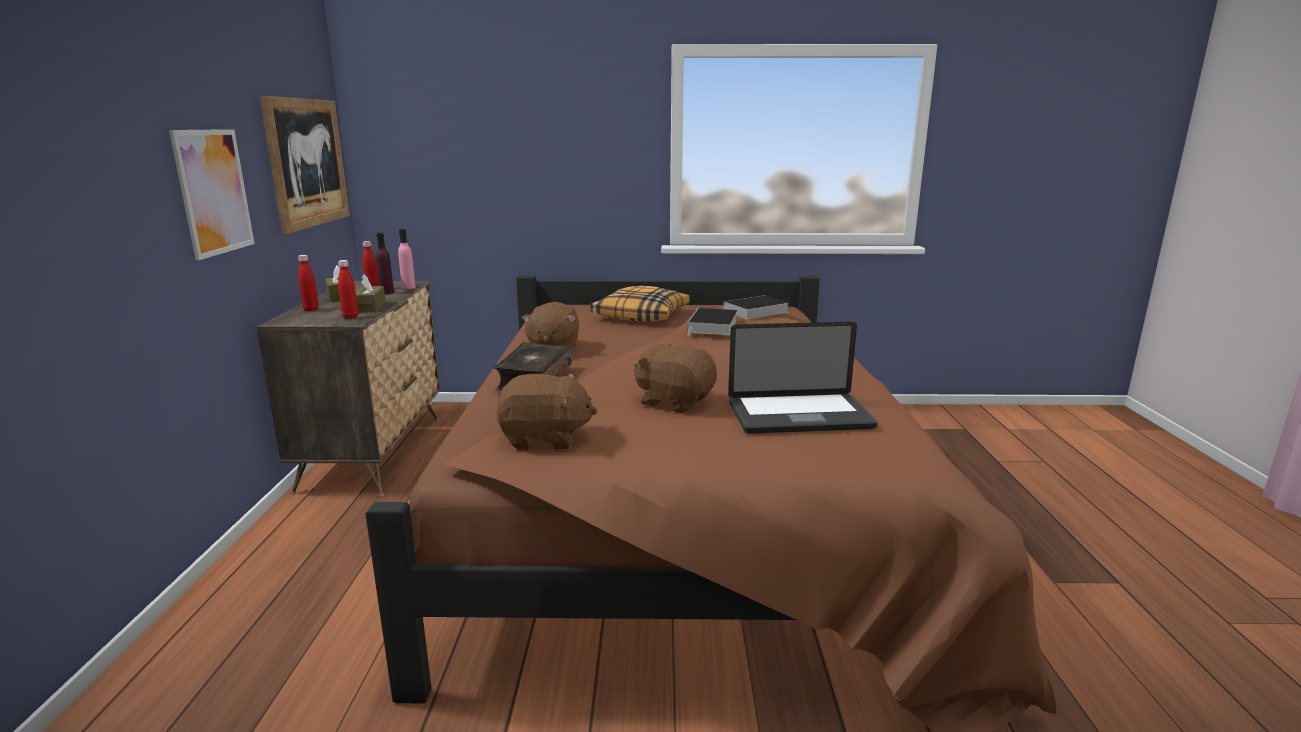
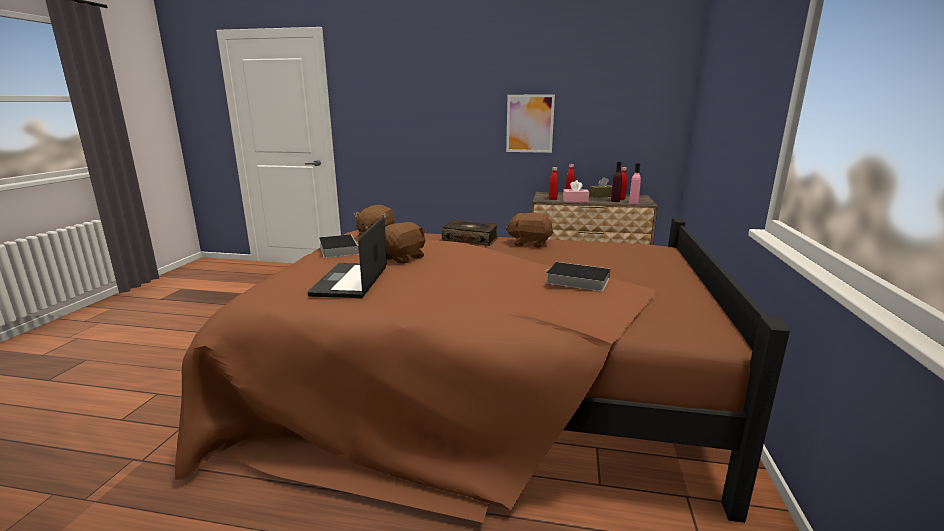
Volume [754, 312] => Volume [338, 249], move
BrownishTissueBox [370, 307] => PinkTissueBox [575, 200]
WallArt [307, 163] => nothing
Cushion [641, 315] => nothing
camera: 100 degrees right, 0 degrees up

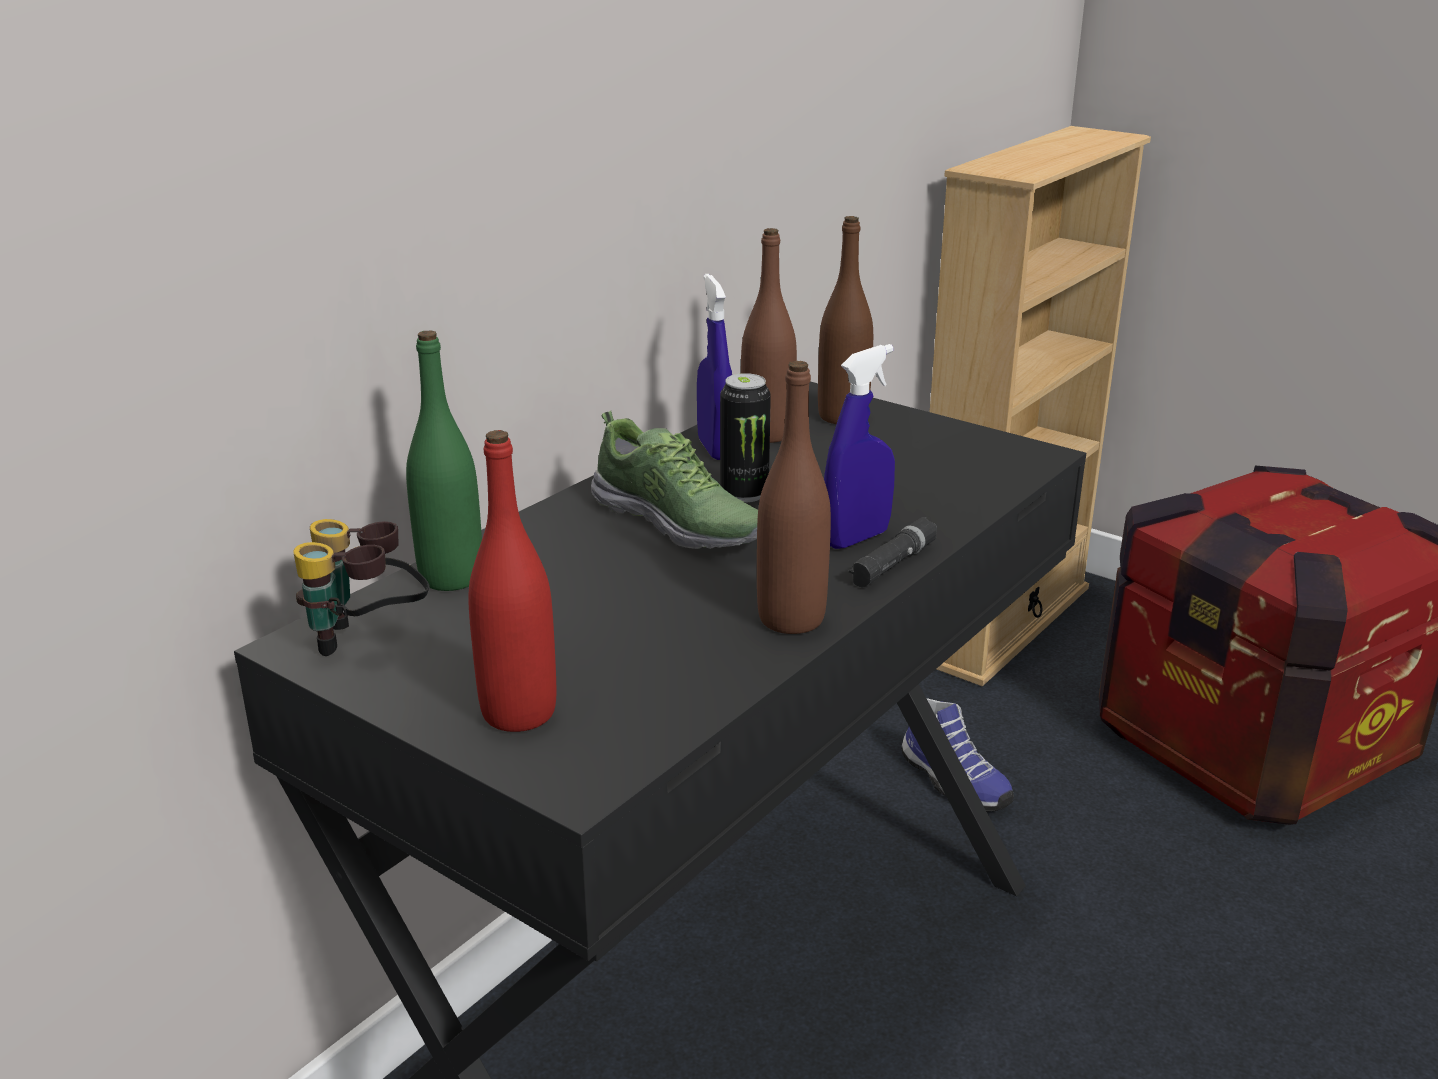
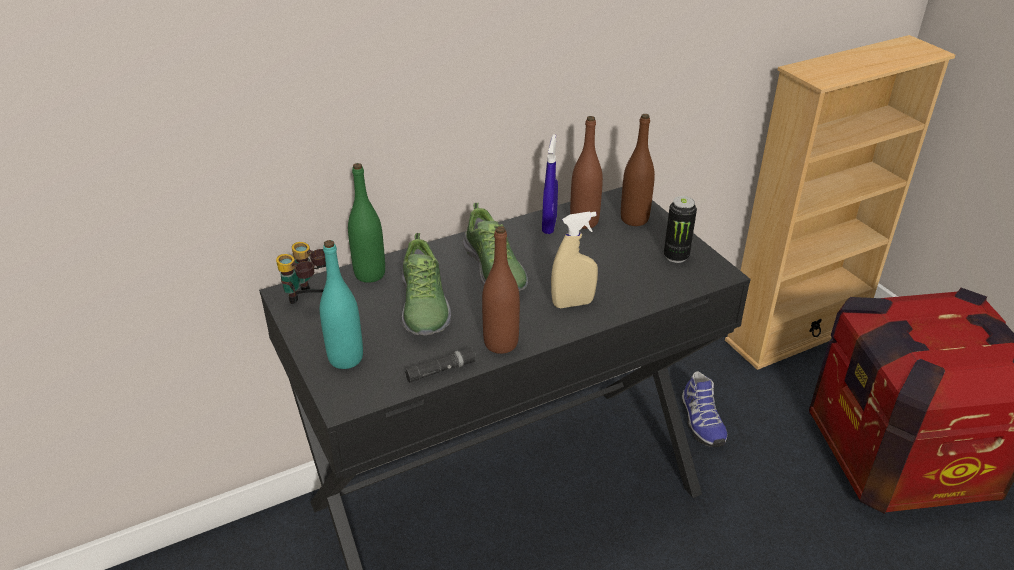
RedBeverageBottle [519, 713] => TurquoiseBeverageBottle [346, 358]
nothing => Shoe [423, 306]
BlackishTorch [893, 563] => BlackishTorch [441, 370], move
BlueHandSprayer [856, 538] => BeigeHandSprayer [573, 303]
Can [744, 494] => Can [676, 256], move
camera: 25 degrees right, 10 degrees up

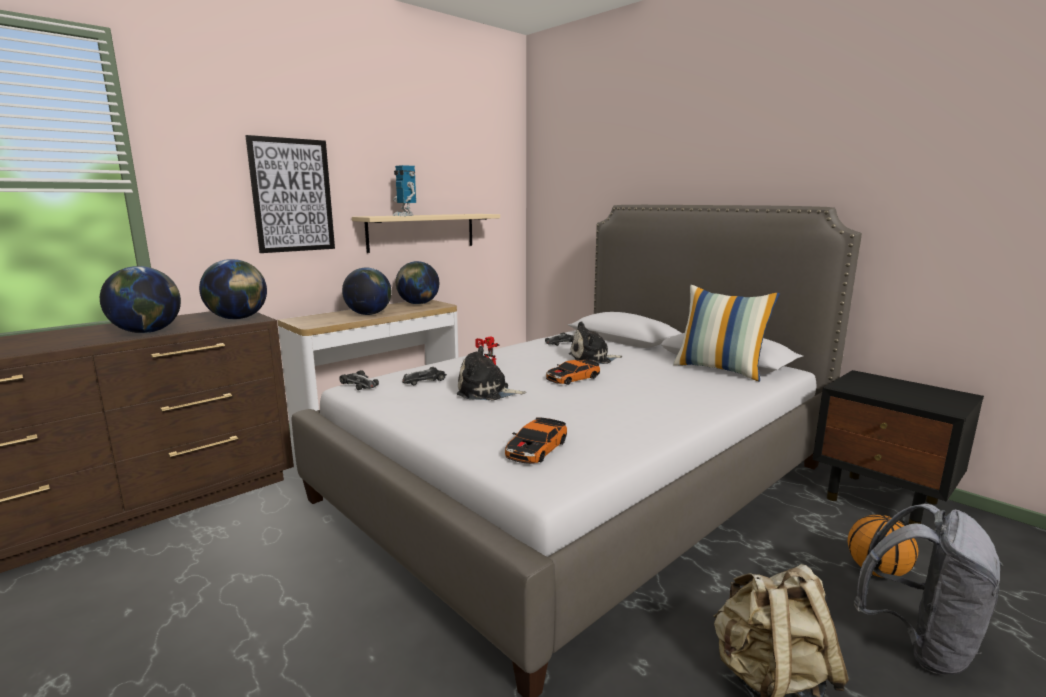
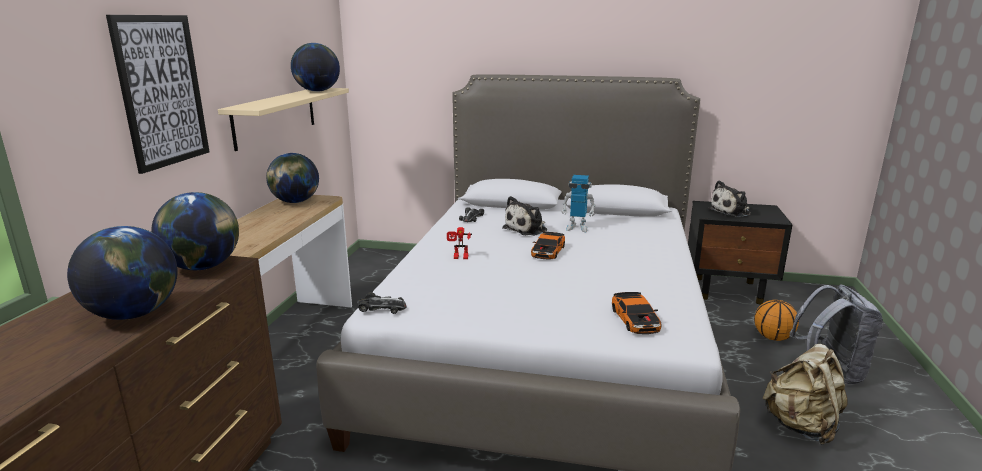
DeskGlobe [368, 314] => DeskGlobe [317, 91], move
ToyRobot [405, 215] => ToyRobot [577, 228], move
SoftToy [487, 392] => SoftToy [731, 211], move
MiniatureCar [424, 380] => nothing
Cushion [720, 370] => nothing
camera: 35 degrees left, 5 degrees up

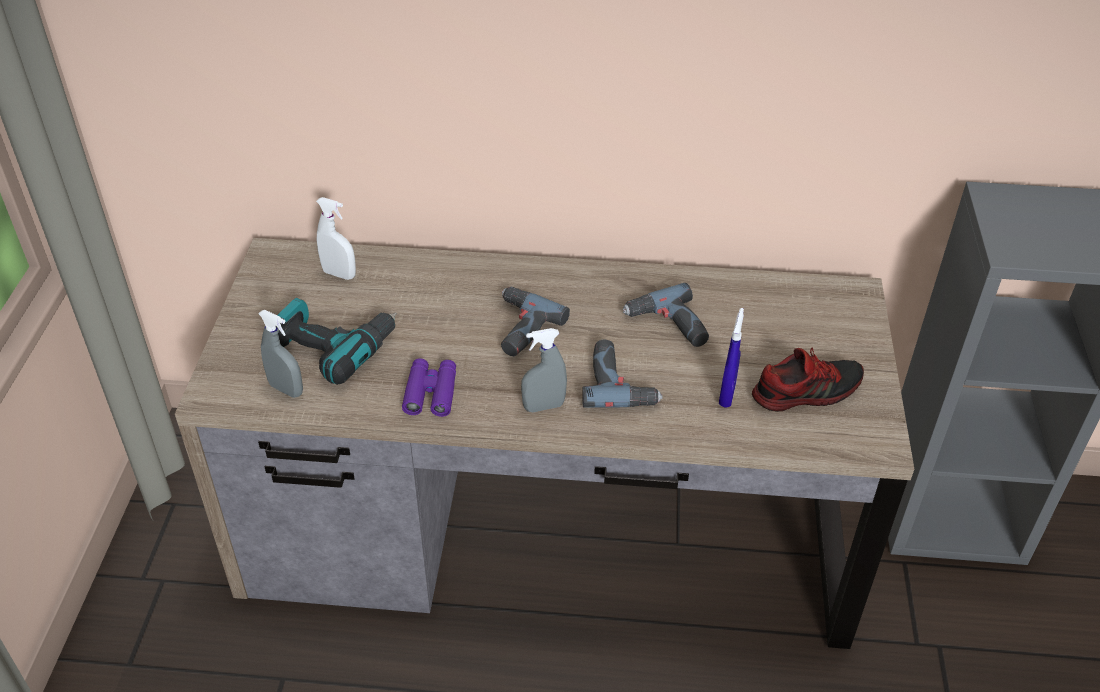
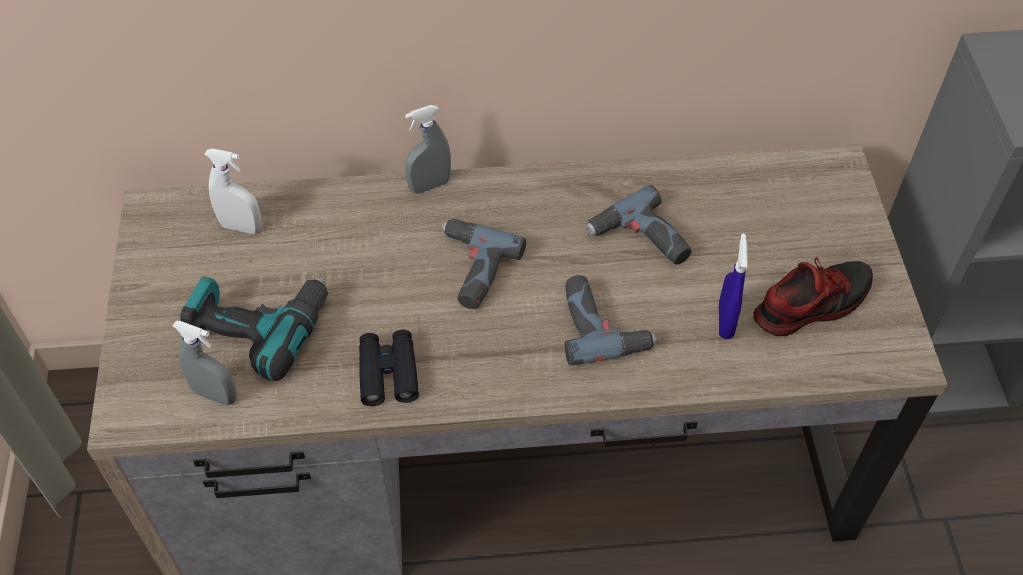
PurpleBinoculars [431, 393] => BlackishBinoculars [388, 372]
GreyHandSprayer [543, 406] => GreyHandSprayer [429, 185], move
camera: 10 degrees left, 10 degrees up

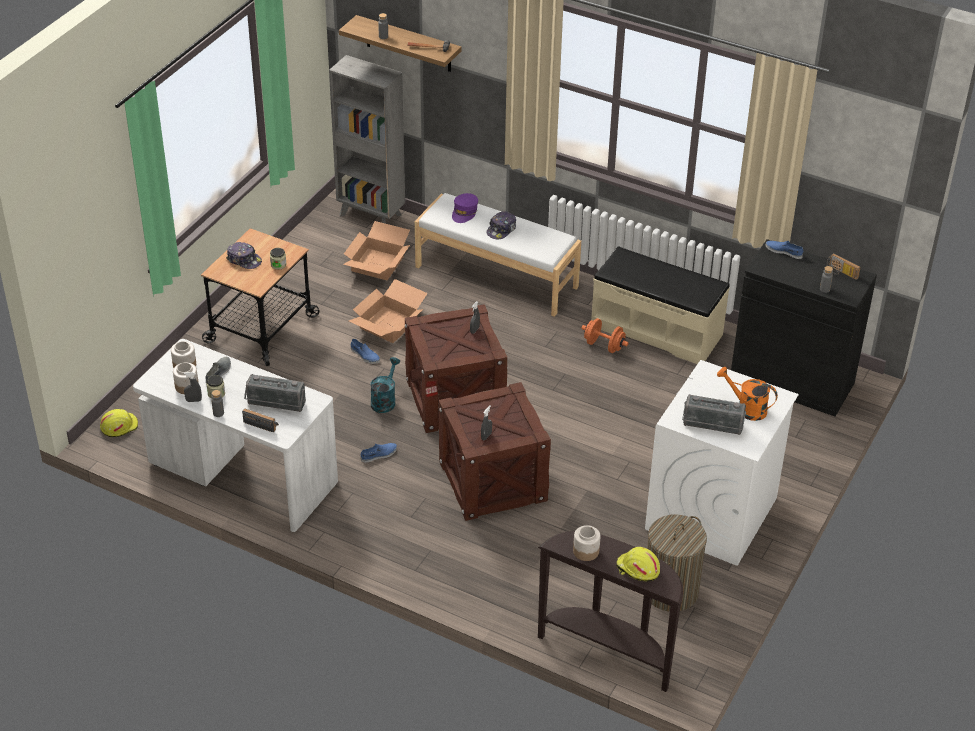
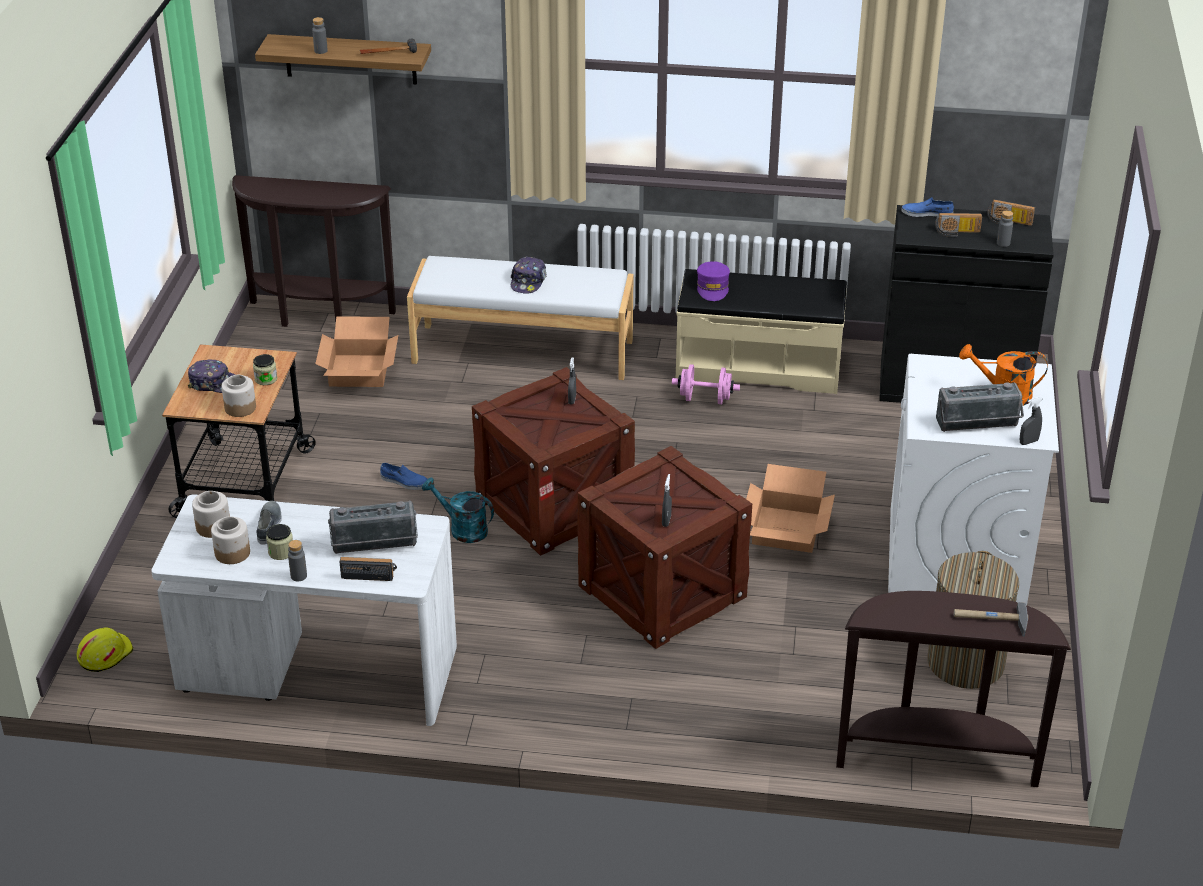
PreserveJar [586, 551] => PreserveJar [240, 408], move
GreyBookshelf [371, 215] => BrownishConsoleTable [318, 316]
TurquoiseWateringPot [384, 400] => TurquoiseWateringPot [462, 529], 60 degrees counterclockwise
OrangeDumbbell [604, 346] => PinkDumbbell [705, 399]
PurplePeakedCap [464, 212] => PurplePeakedCap [713, 287], move
PackingBox [388, 325] => PackingBox [787, 530], move
nothing => Radio [957, 233]
YellowishHardHat [637, 569] => ToolHammer [990, 620]
GreyHandSprayer [193, 400] => GreyHandSprayer [1028, 442], move
BlueShoe [379, 455] => nothing
camera: 20 degrees left, 5 degrees down

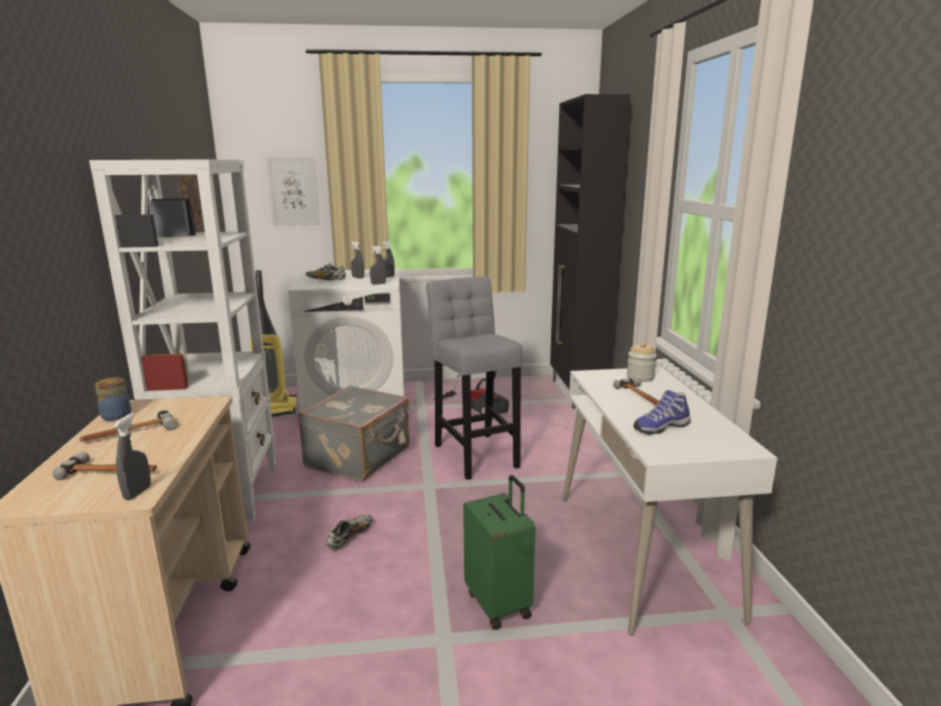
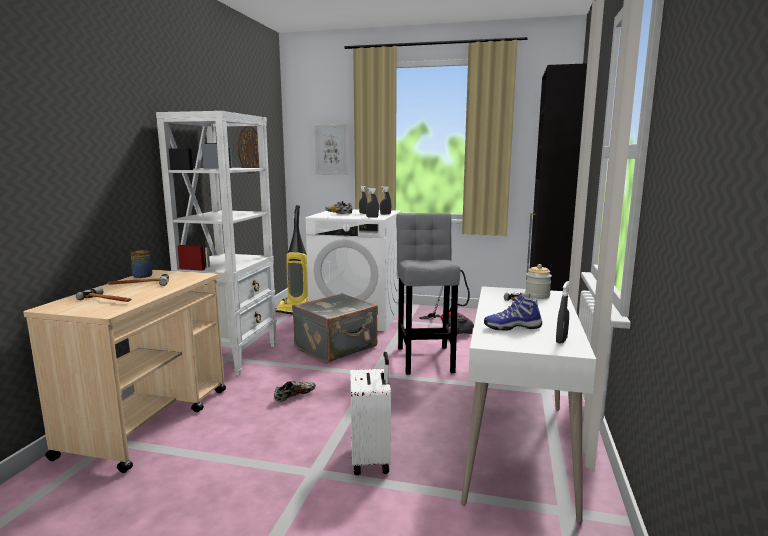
GreenishPieceOfLuggage [499, 603] => WhitishPieceOfLuggage [372, 459]
GreyHandSprayer [137, 493] => GreyHandSprayer [561, 340], move
camera: 20 degrees right, 5 degrees down

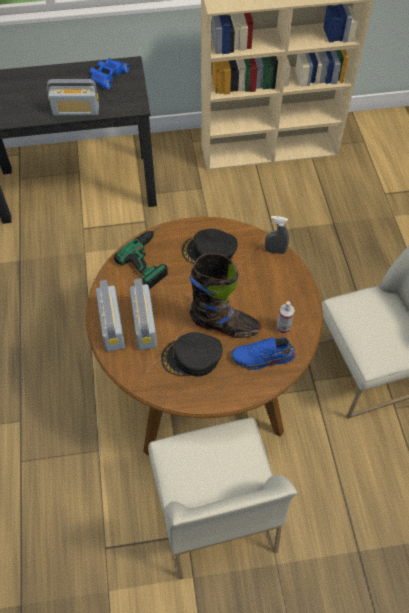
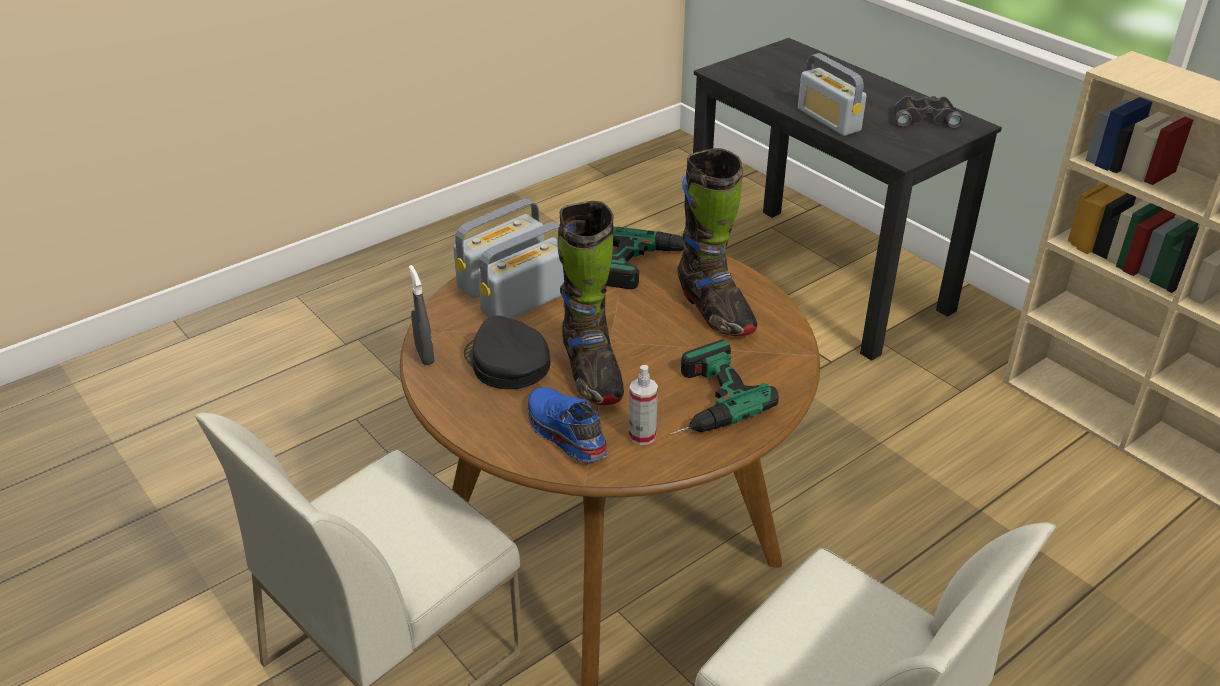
GreyHandSprayer [275, 251] => GreyHandSprayer [425, 355], move
nothing => ElectricDrill [701, 401]
BlackishPeakedCap [209, 251] => BlackishHighTopBoot [714, 311]
BlueBinoculars [108, 75] => BlackishBinoculars [924, 118]
camera: 60 degrees right, 20 degrees down

